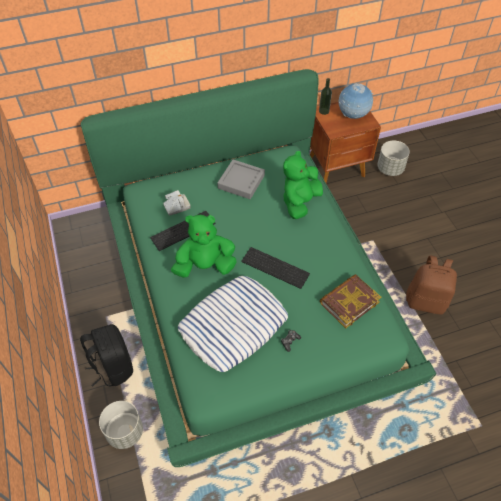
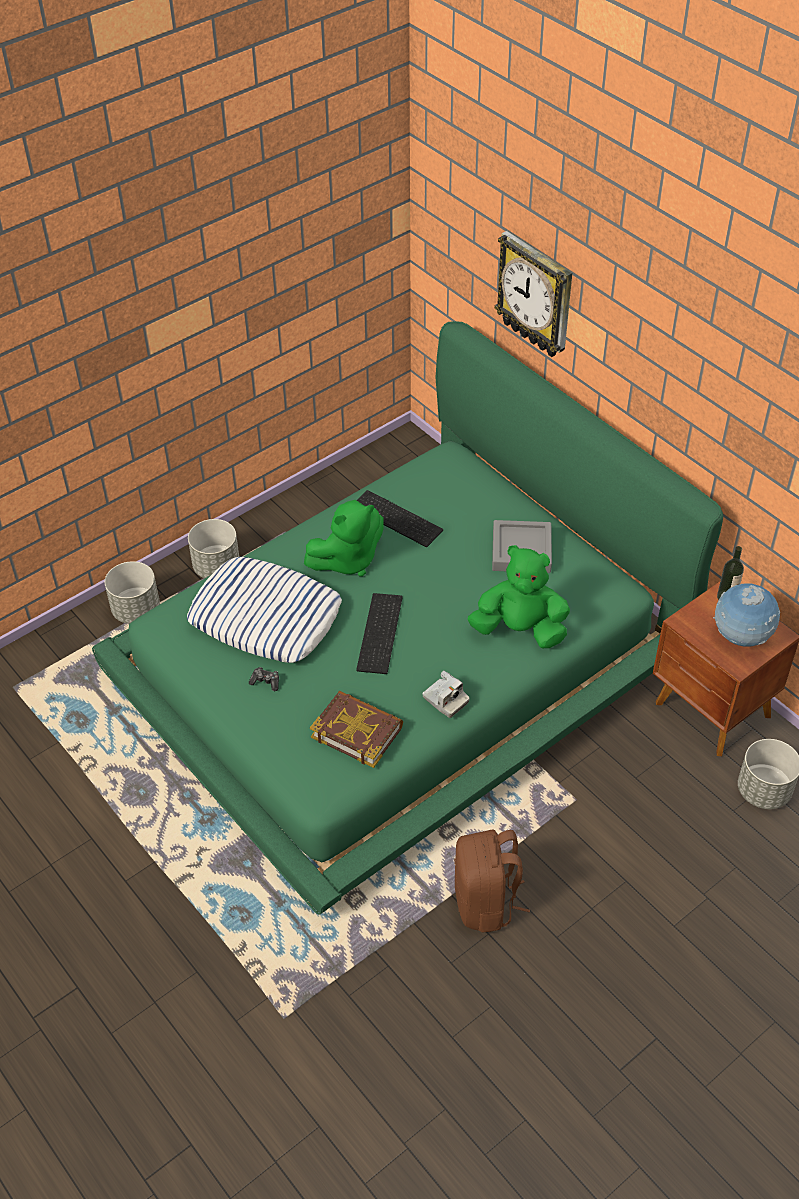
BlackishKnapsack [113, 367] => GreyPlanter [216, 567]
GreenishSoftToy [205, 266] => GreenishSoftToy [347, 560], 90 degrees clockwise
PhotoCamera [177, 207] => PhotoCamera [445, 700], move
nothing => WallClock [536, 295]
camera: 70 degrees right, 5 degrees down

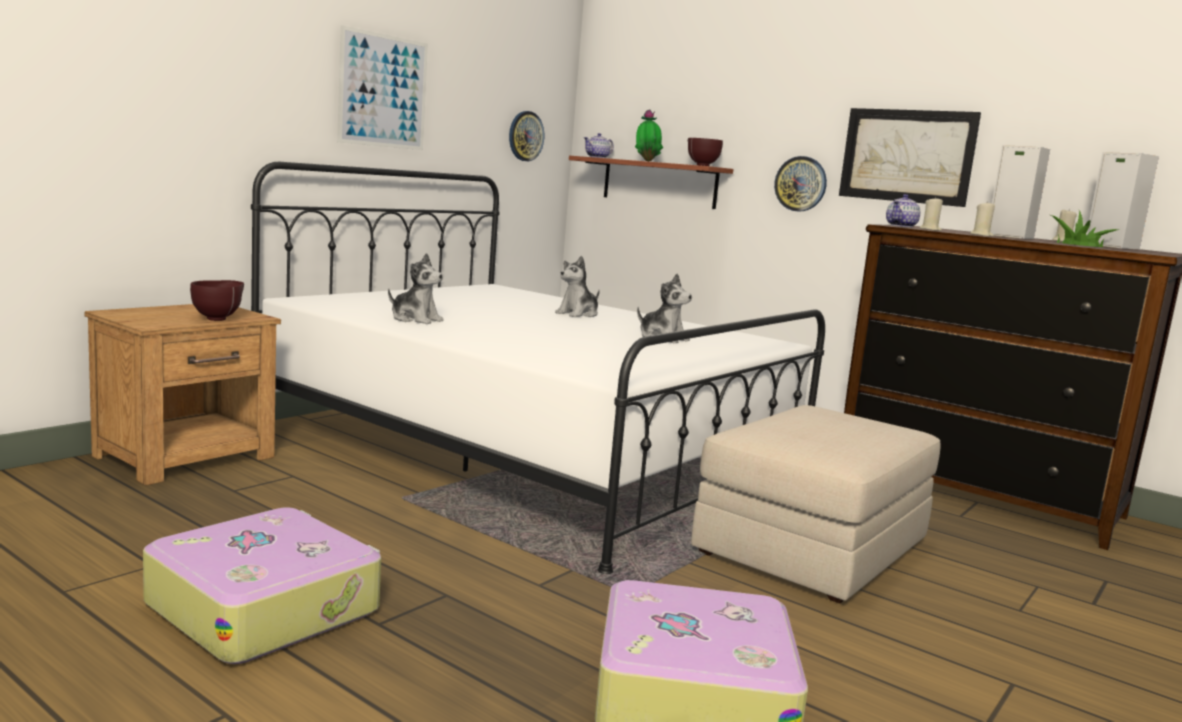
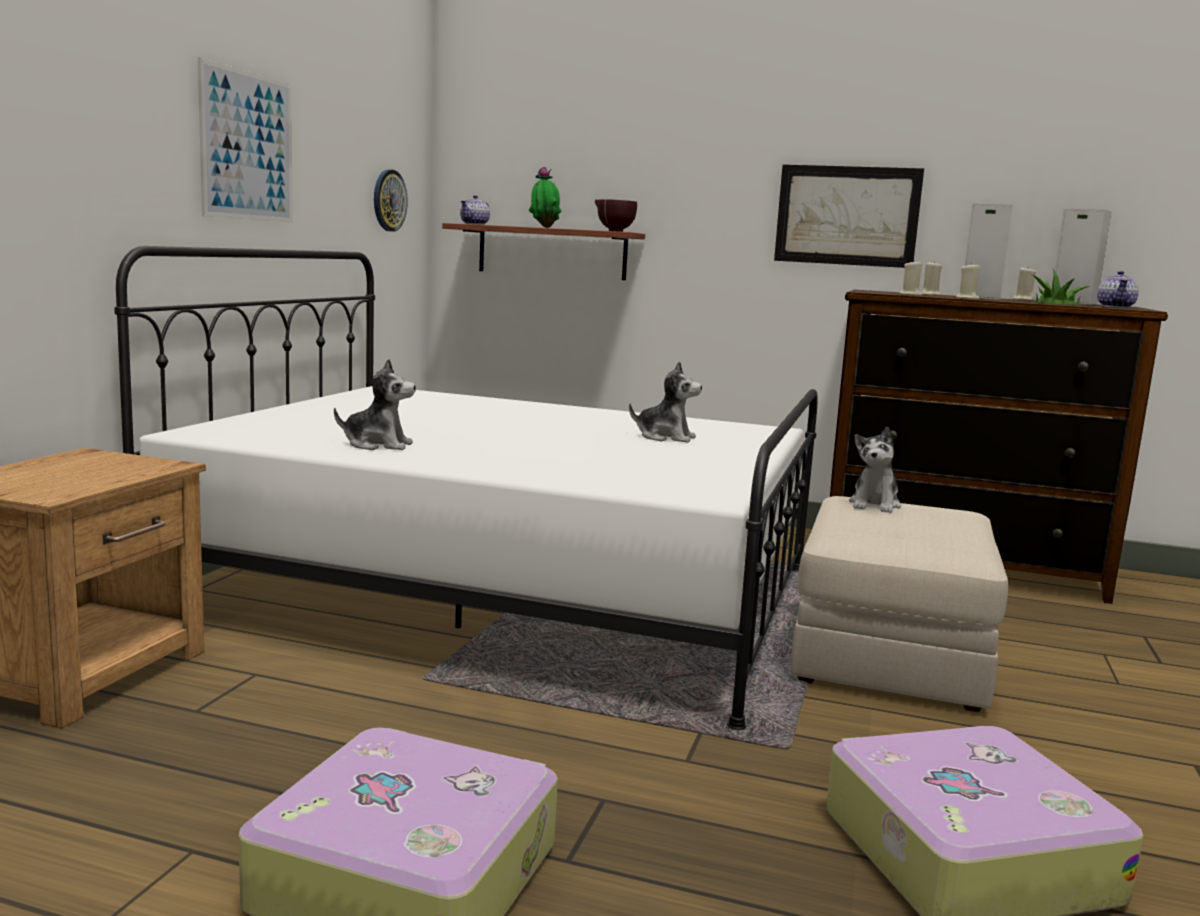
SoftToy [578, 314] => SoftToy [874, 505], move
nothing => BeigeWaxCandle [930, 295]
Teapot [901, 226] => Teapot [1116, 307], move
BrownishBowl [218, 319] => nothing
WallClock [800, 184] => nothing
camera: 20 degrees left, 0 degrees up

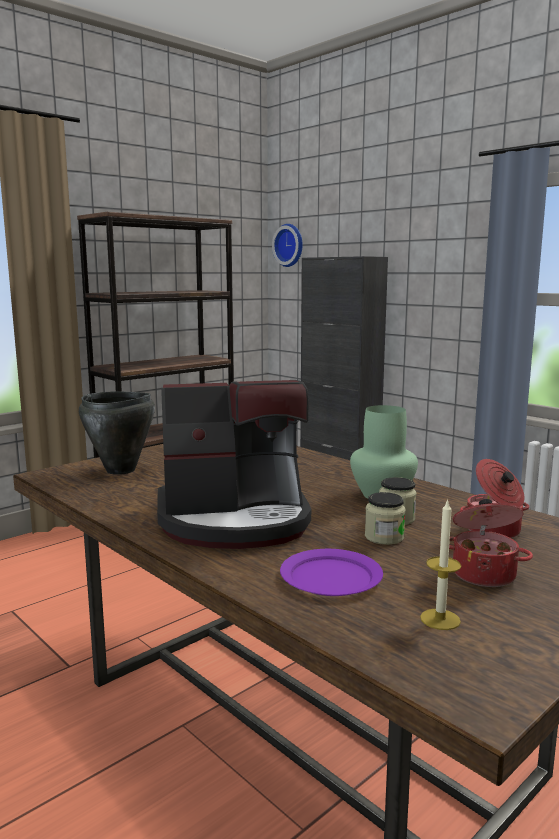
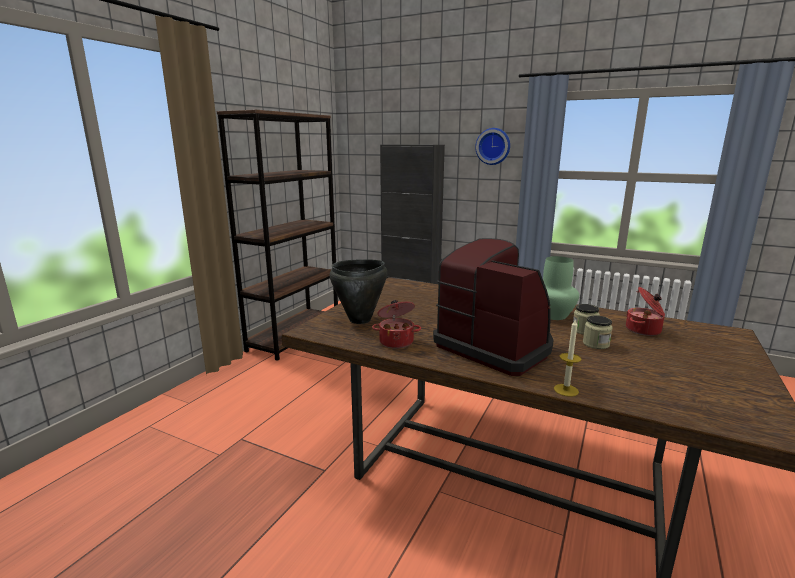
Stockpot [484, 573] => Stockpot [396, 341], move
CoffeeMachine [235, 520] => CoffeeMachine [495, 346], 105 degrees counterclockwise
WallClock [290, 245] => WallClock [493, 146], move
WaxCandle [440, 619] => WaxCandle [566, 390], move
PurpleDinnerPlate [330, 577] => nothing
camera: 20 degrees left, 5 degrees up

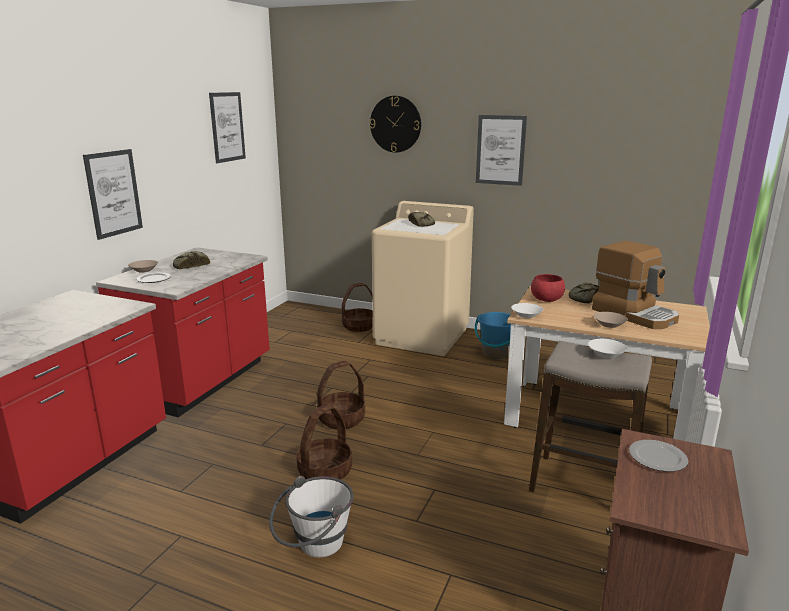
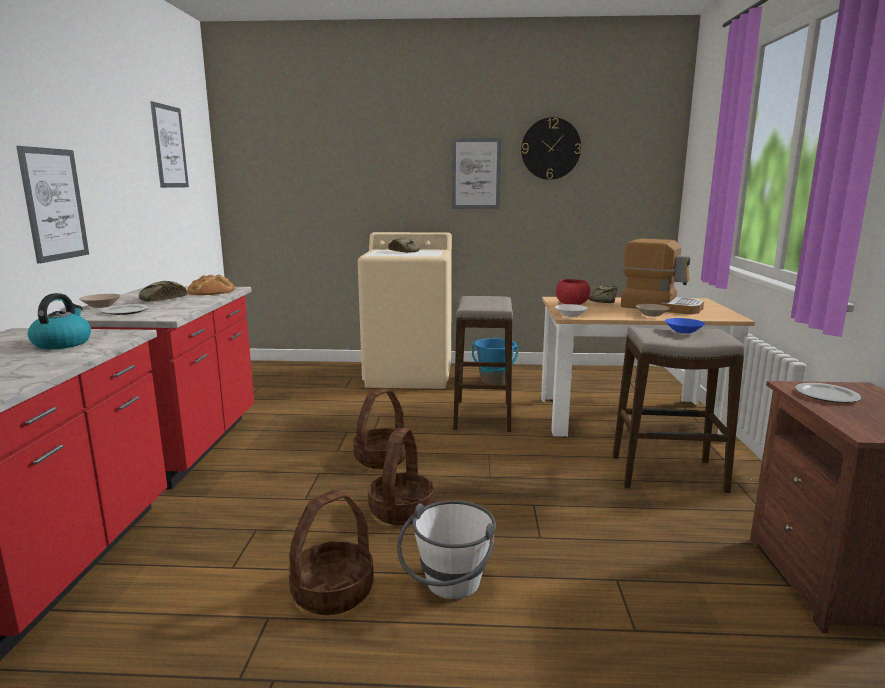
nothing => TeaKettle [62, 343]
nothing => BakeryBread [211, 291]
StorageBasket [359, 326] => StorageBasket [333, 591], move
nothing => StoolSeat [482, 416]
WallClock [395, 124] => WallClock [550, 148], move
WhitishBowl [605, 354] => BlueBowl [683, 331]
camera: 20 degrees left, 5 degrees down

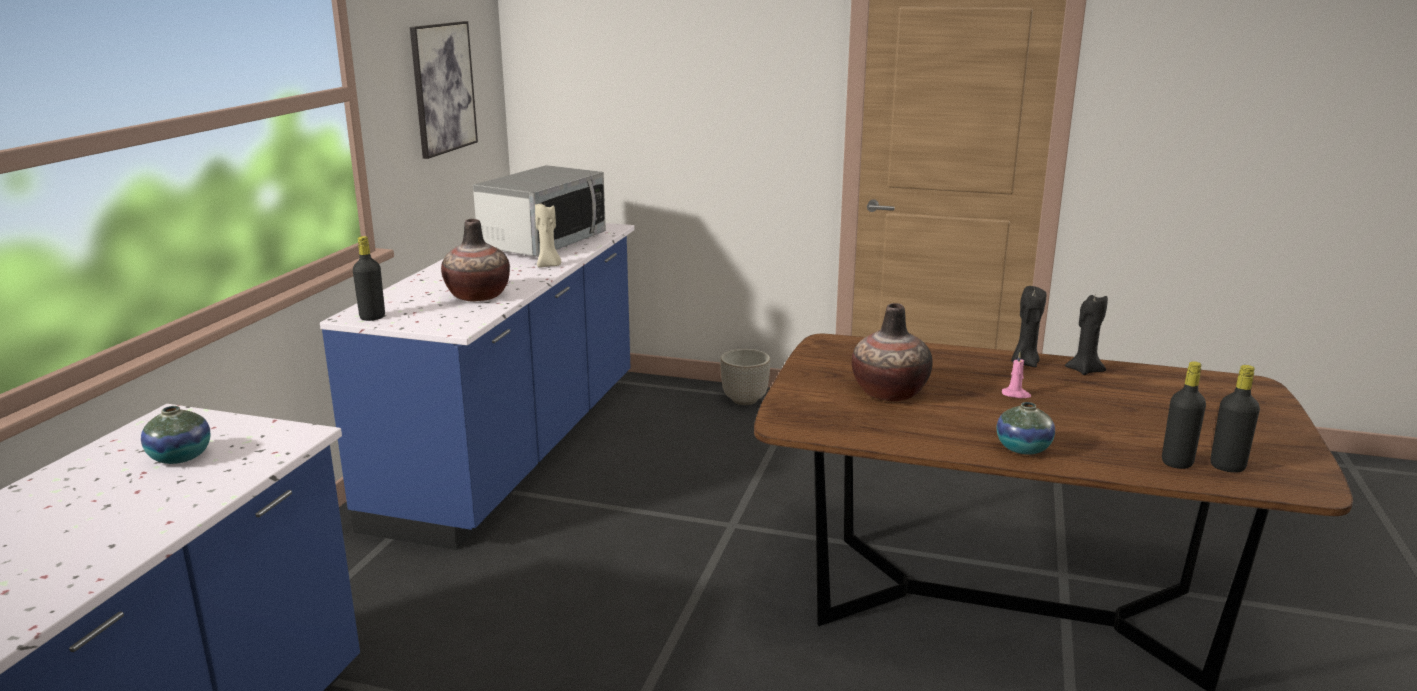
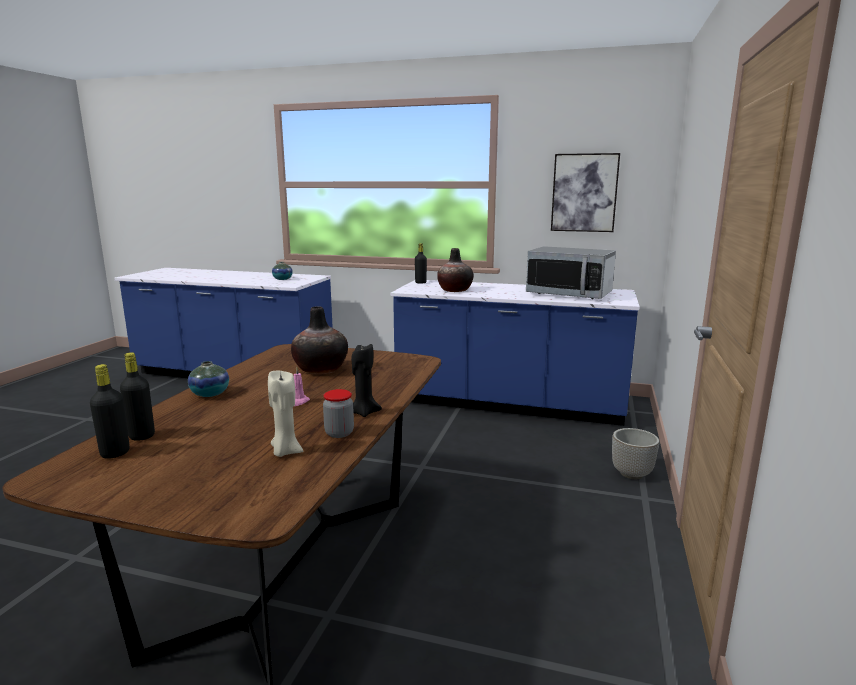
BeigeWaxCandle [549, 266] => BeigeWaxCandle [285, 452], move
BlackishWaxCandle [1084, 370] => PreserveJar [339, 433]
camera: 90 degrees right, 5 degrees down

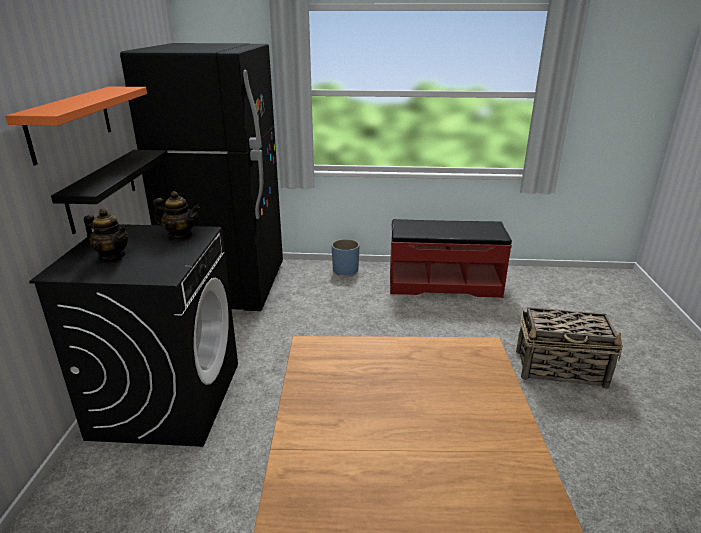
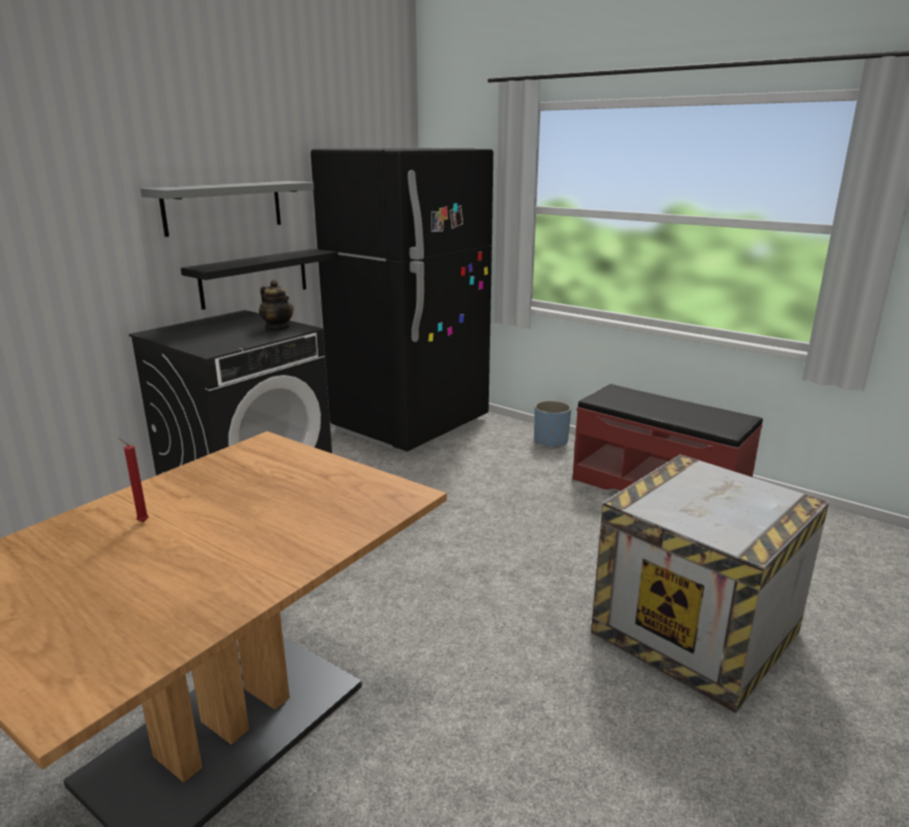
nothing => RedWaxCandle [141, 522]
OrangeWallShelf [70, 123] => GreyWallShelf [223, 207]
StorageBasket [561, 368] => Crate [697, 633]
Teapot [113, 256] => nothing
camera: 35 degrees right, 5 degrees down

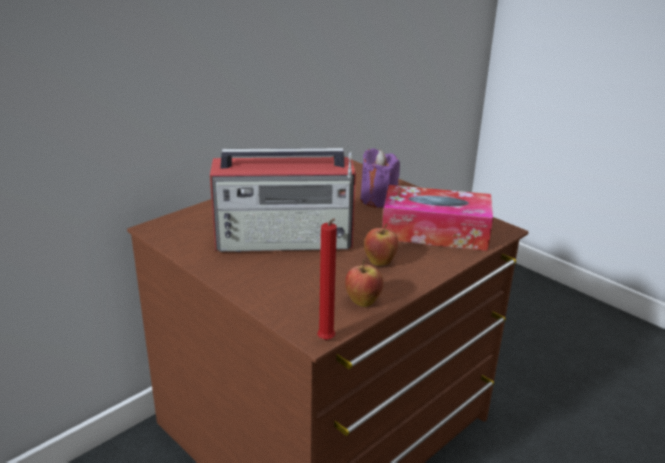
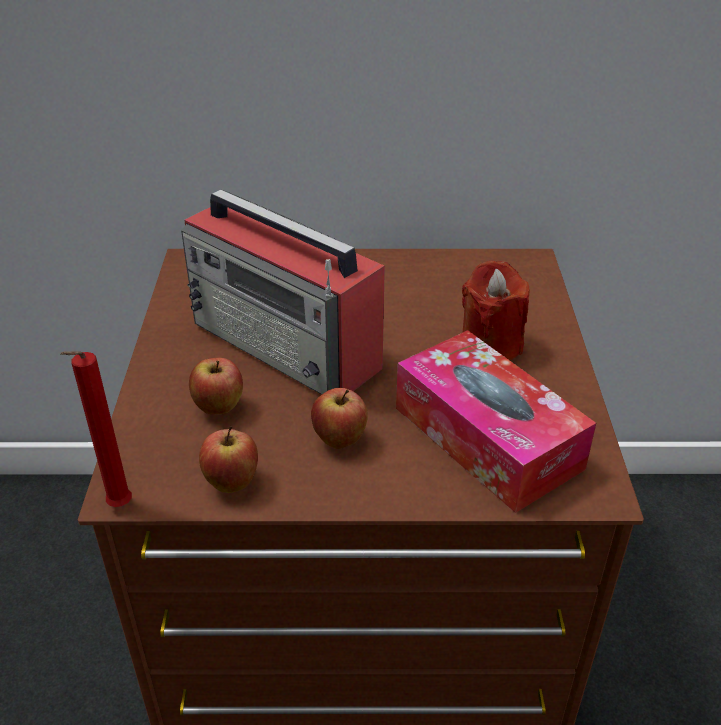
nothing => WholeApple [219, 408]
PurpleWaxCandle [378, 199] => RedWaxCandle [490, 345]
camera: 45 degrees right, 10 degrees up

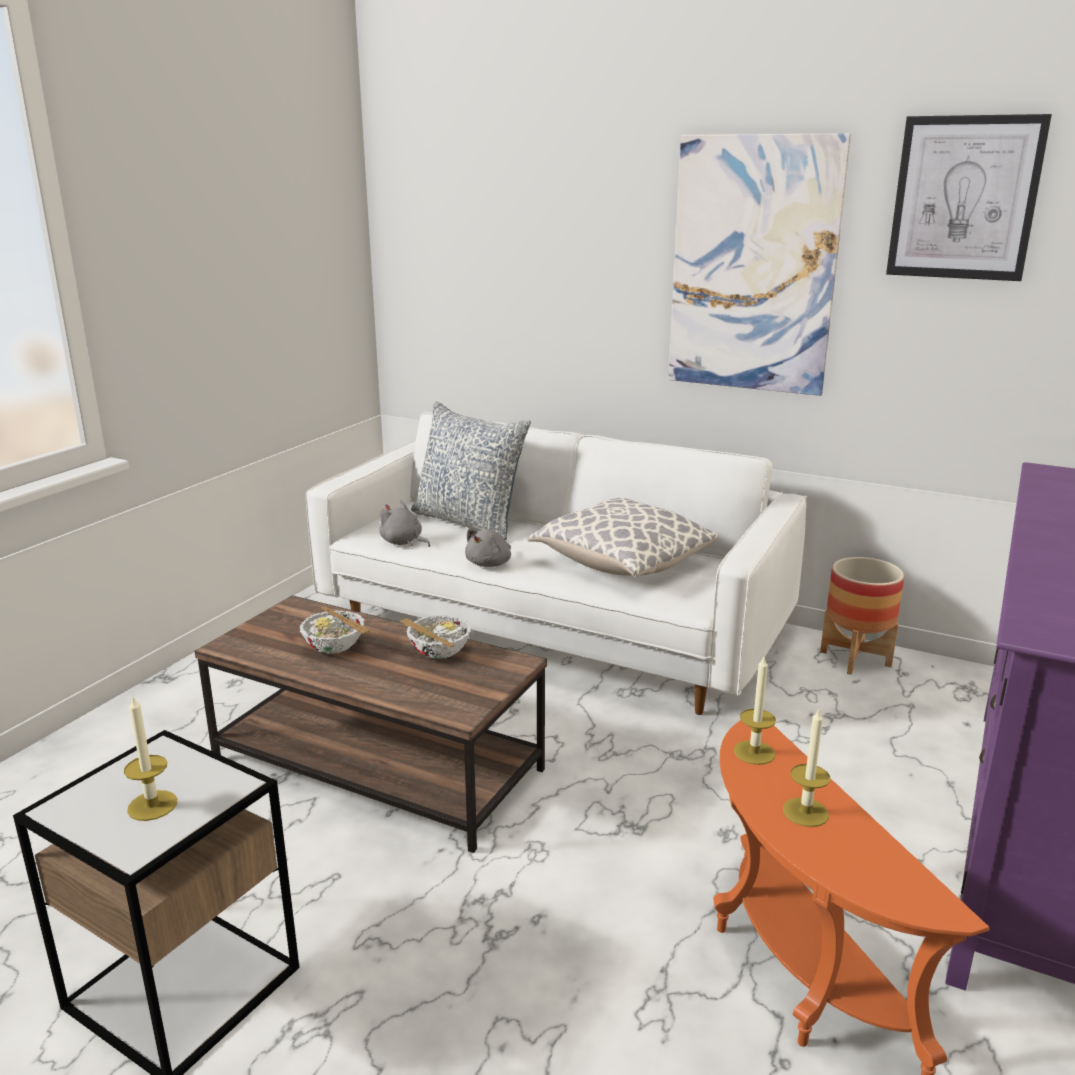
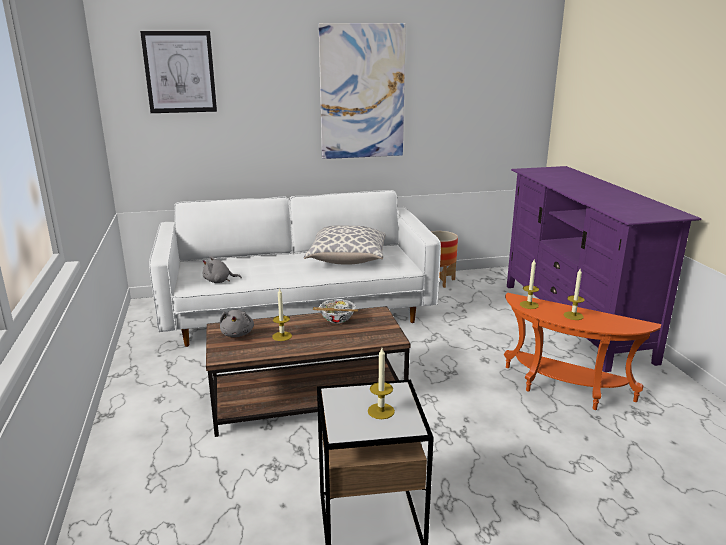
WallArt [964, 198] => WallArt [180, 72], move
GreySoftToy [490, 564] => GreySoftToy [237, 334], move
Bowl [335, 647] => WaxCandle [282, 336]
Cushion [469, 521] => nothing
camera: 40 degrees left, 0 degrees up

